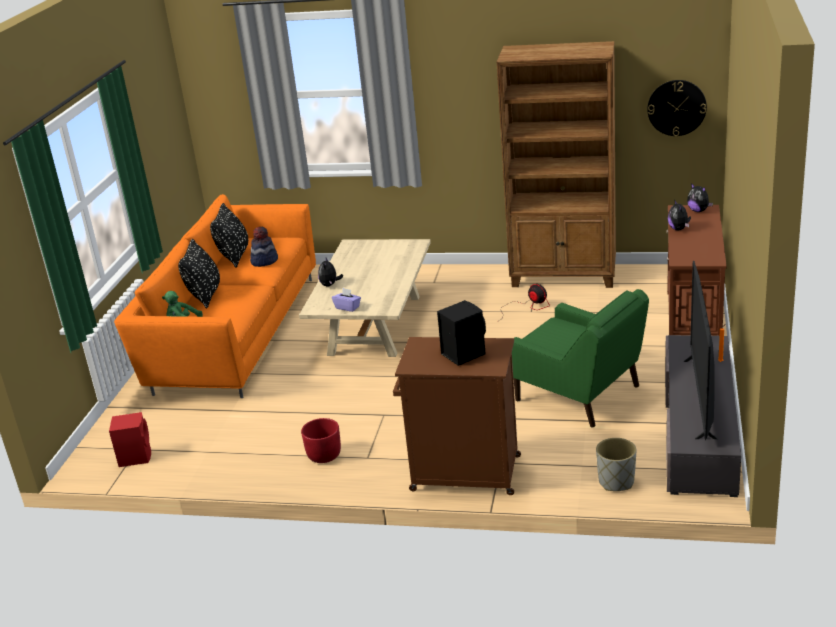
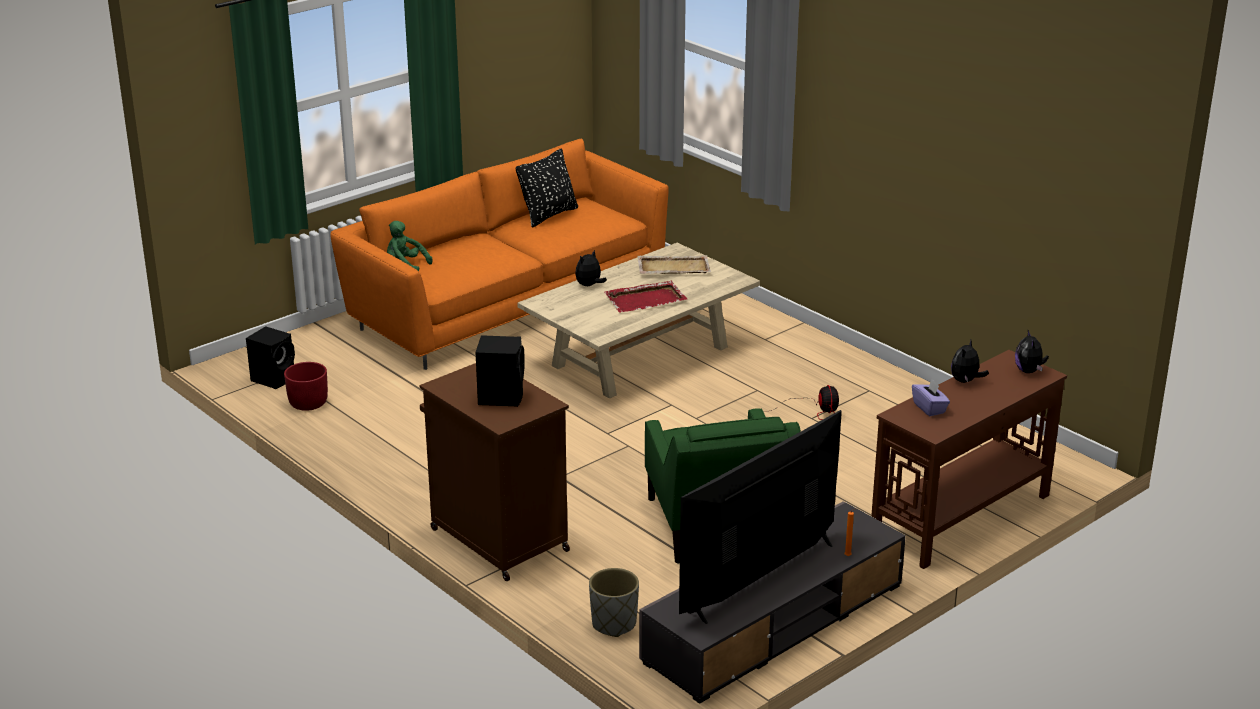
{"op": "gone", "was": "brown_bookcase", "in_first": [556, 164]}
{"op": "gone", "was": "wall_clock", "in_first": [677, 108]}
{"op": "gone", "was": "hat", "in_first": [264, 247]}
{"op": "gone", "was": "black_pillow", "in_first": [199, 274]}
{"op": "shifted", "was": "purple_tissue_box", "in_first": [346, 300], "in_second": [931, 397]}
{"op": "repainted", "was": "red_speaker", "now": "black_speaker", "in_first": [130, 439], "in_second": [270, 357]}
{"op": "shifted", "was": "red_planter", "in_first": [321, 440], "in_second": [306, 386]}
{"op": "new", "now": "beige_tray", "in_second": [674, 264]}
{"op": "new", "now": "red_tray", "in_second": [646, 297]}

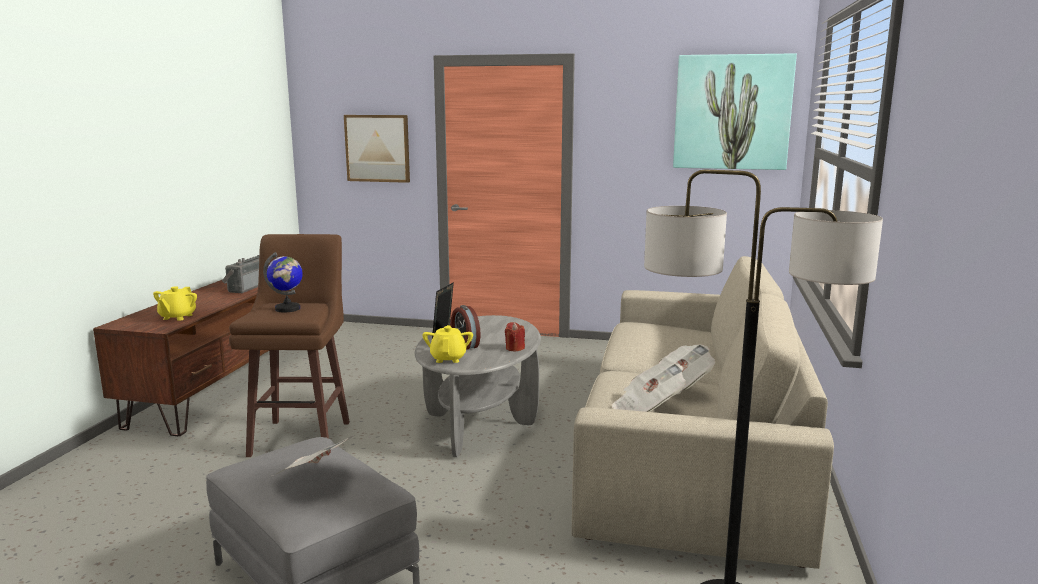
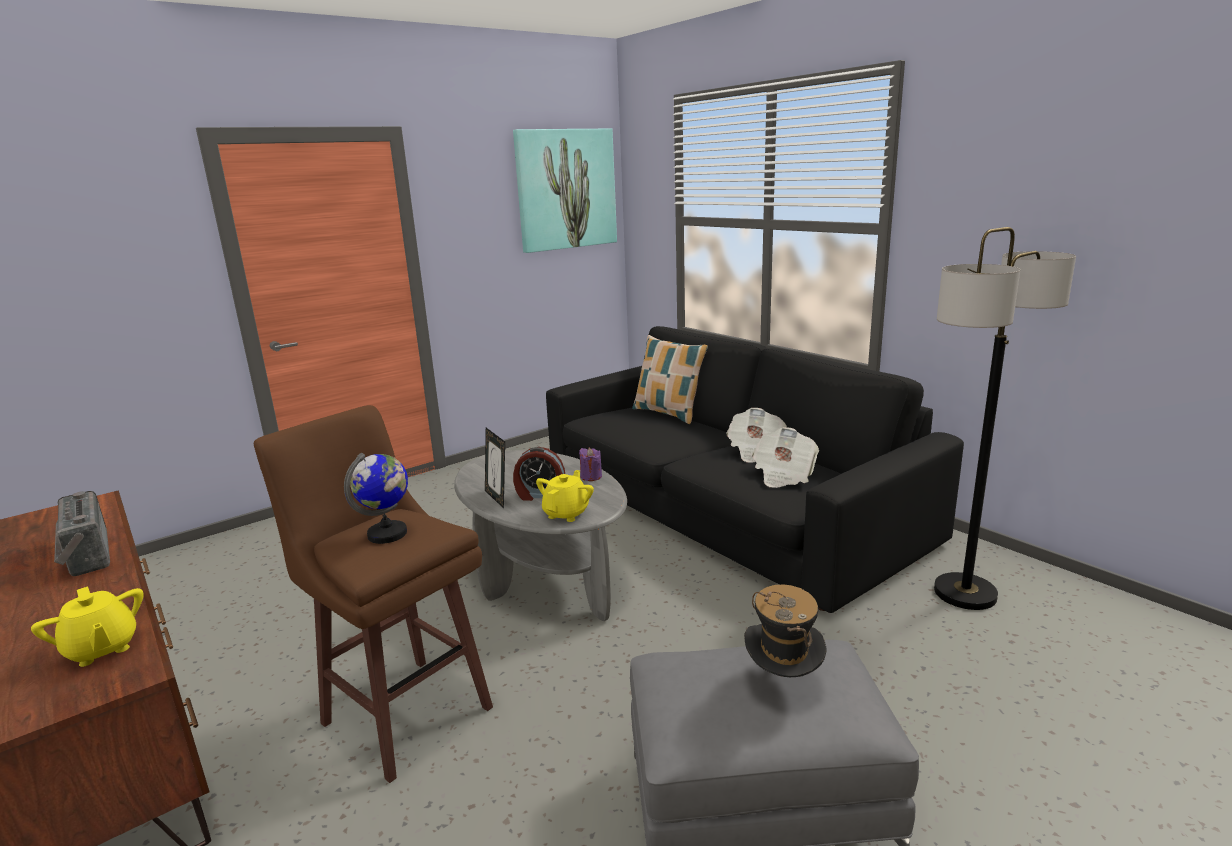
{"op": "gone", "was": "picture", "in_first": [377, 149]}
{"op": "repainted", "was": "beige_sofa", "now": "black_sofa", "in_first": [703, 412], "in_second": [755, 469]}
{"op": "repainted", "was": "red_candle", "now": "purple_candle", "in_first": [515, 336], "in_second": [590, 464]}
{"op": "rotated", "was": "yellow_teapot", "in_first": [447, 344], "in_second": [565, 496], "clockwise": 75}
{"op": "swapped", "was": "newspaper", "now": "hat", "in_first": [313, 455], "in_second": [785, 630]}
{"op": "new", "now": "pillow", "in_second": [670, 379]}

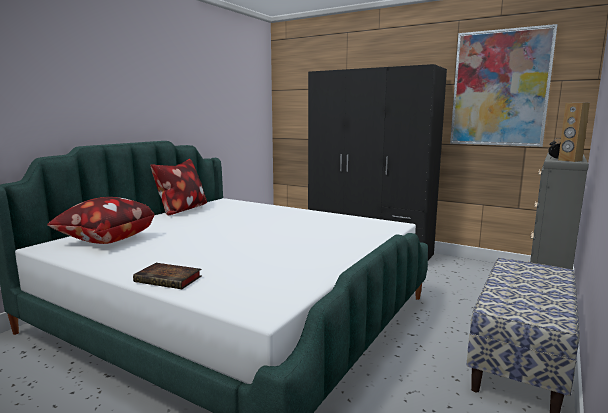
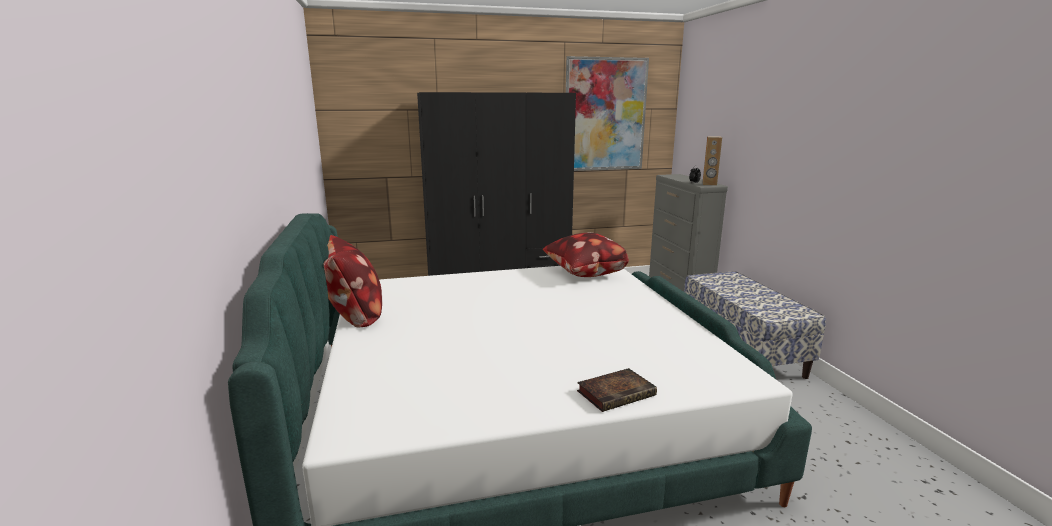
{"op": "shifted", "was": "pillow", "in_first": [101, 220], "in_second": [586, 255]}

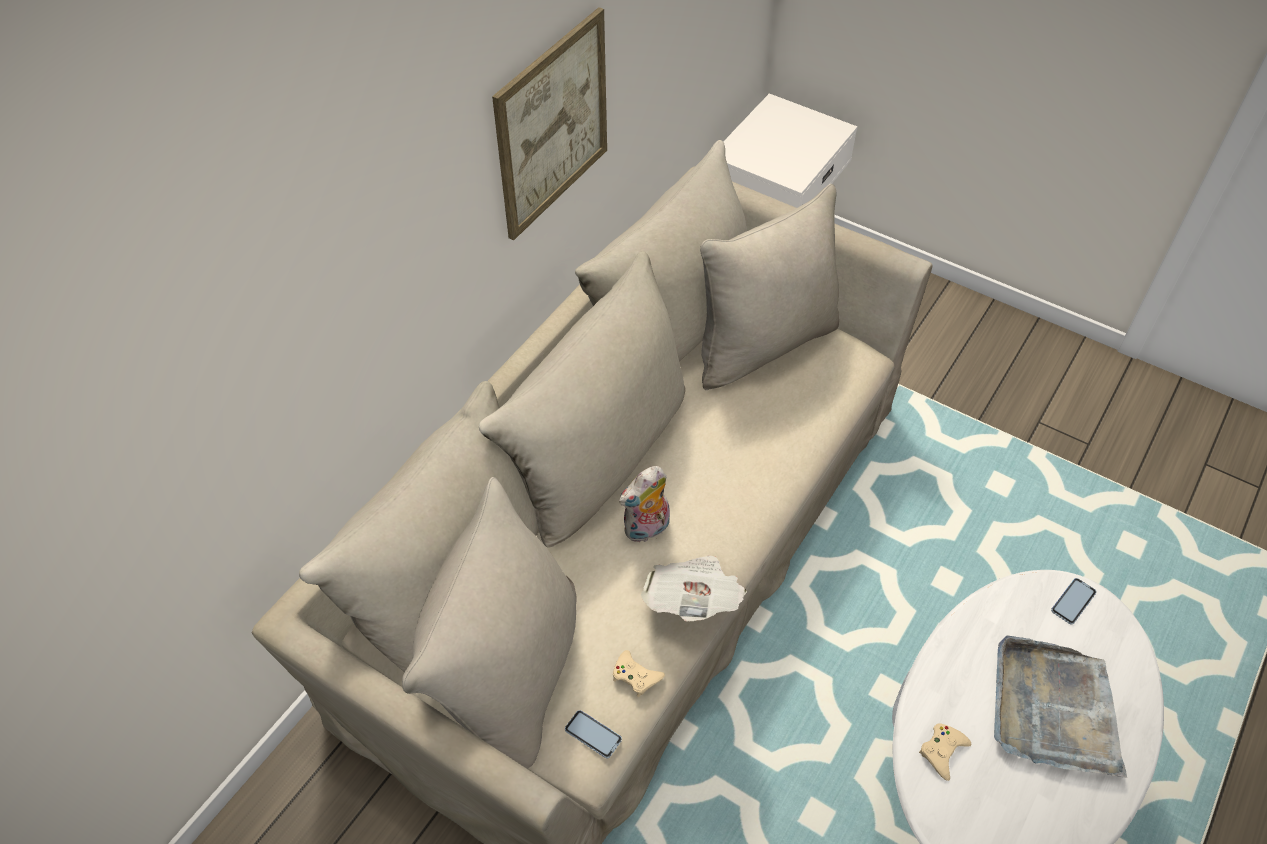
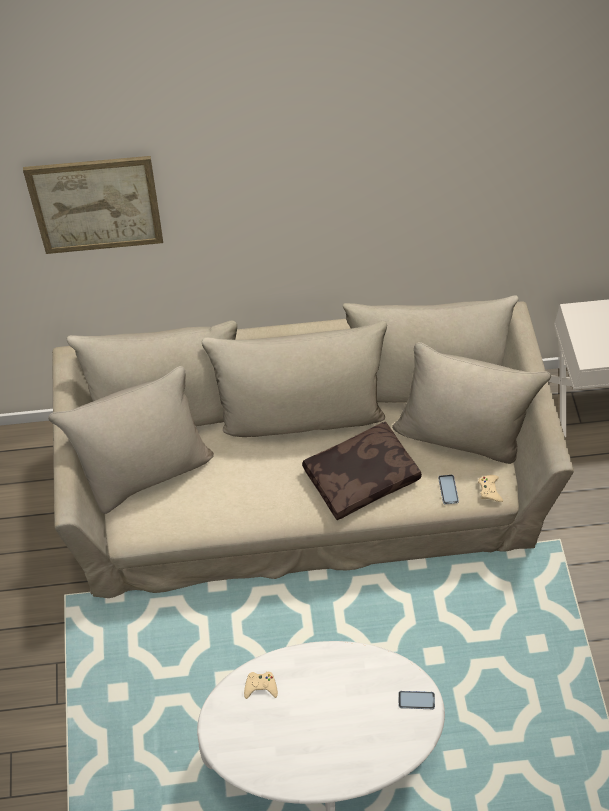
{"op": "shifted", "was": "picture", "in_first": [549, 124], "in_second": [93, 205]}
{"op": "gone", "was": "plush_toy", "in_first": [644, 504]}
{"op": "gone", "was": "newspaper", "in_first": [694, 588]}
{"op": "gone", "was": "grey_tray", "in_first": [1060, 707]}
{"op": "shifted", "was": "beige_game_controller", "in_first": [639, 673], "in_second": [490, 488]}
{"op": "shifted", "was": "phone", "in_first": [593, 734], "in_second": [448, 489]}
{"op": "new", "now": "brown_pillow", "in_second": [362, 471]}

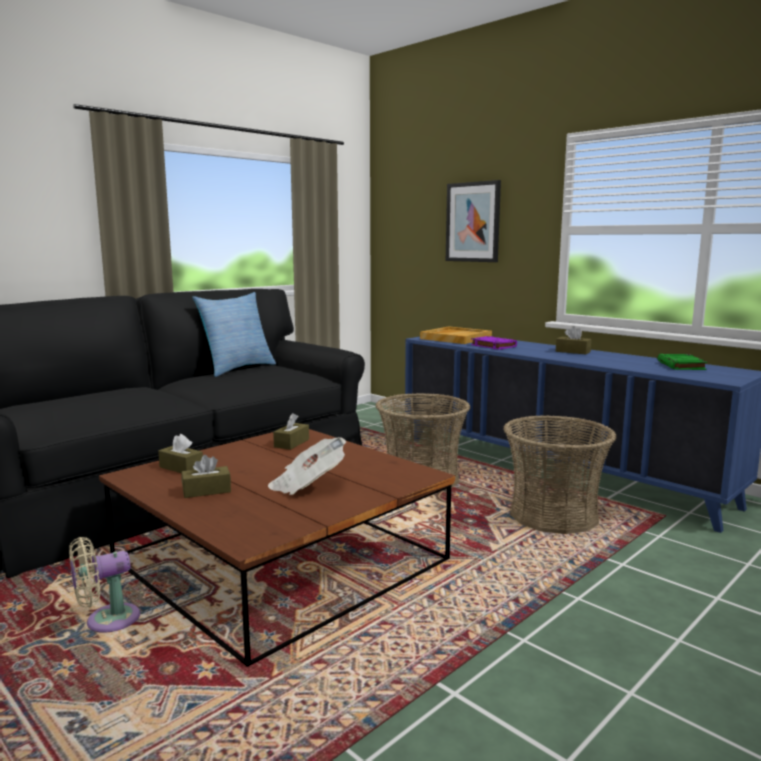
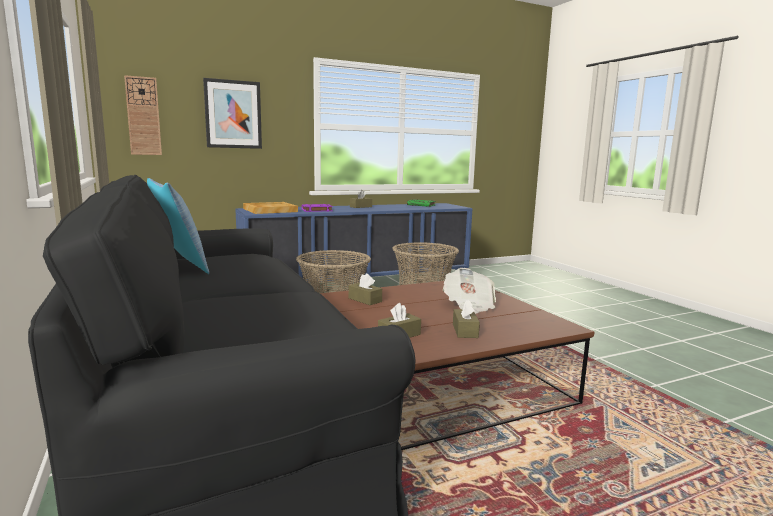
{"op": "gone", "was": "beige_fan", "in_first": [104, 585]}
{"op": "new", "now": "wall_clock", "in_second": [143, 115]}

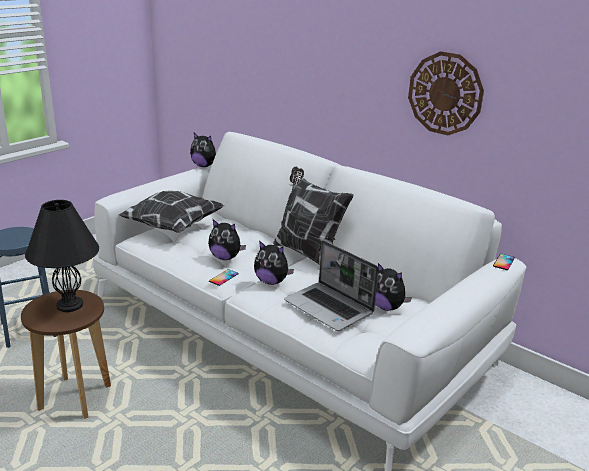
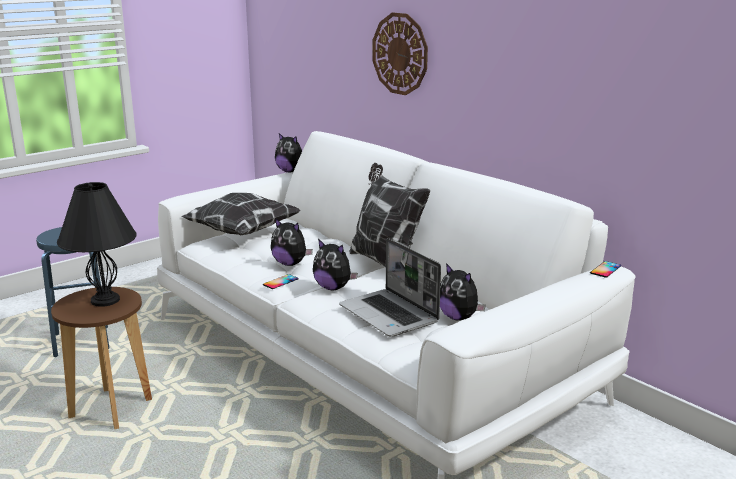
{"op": "shifted", "was": "wall_clock", "in_first": [446, 93], "in_second": [400, 53]}

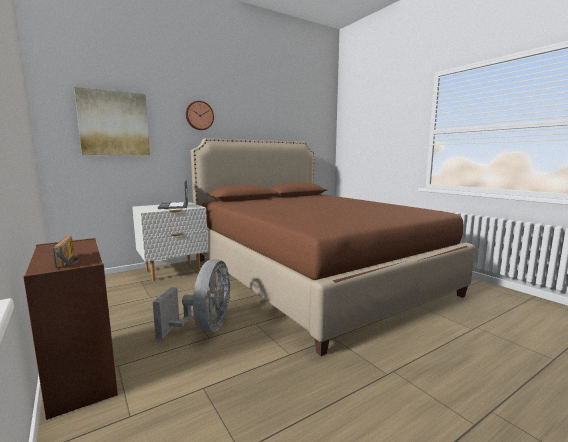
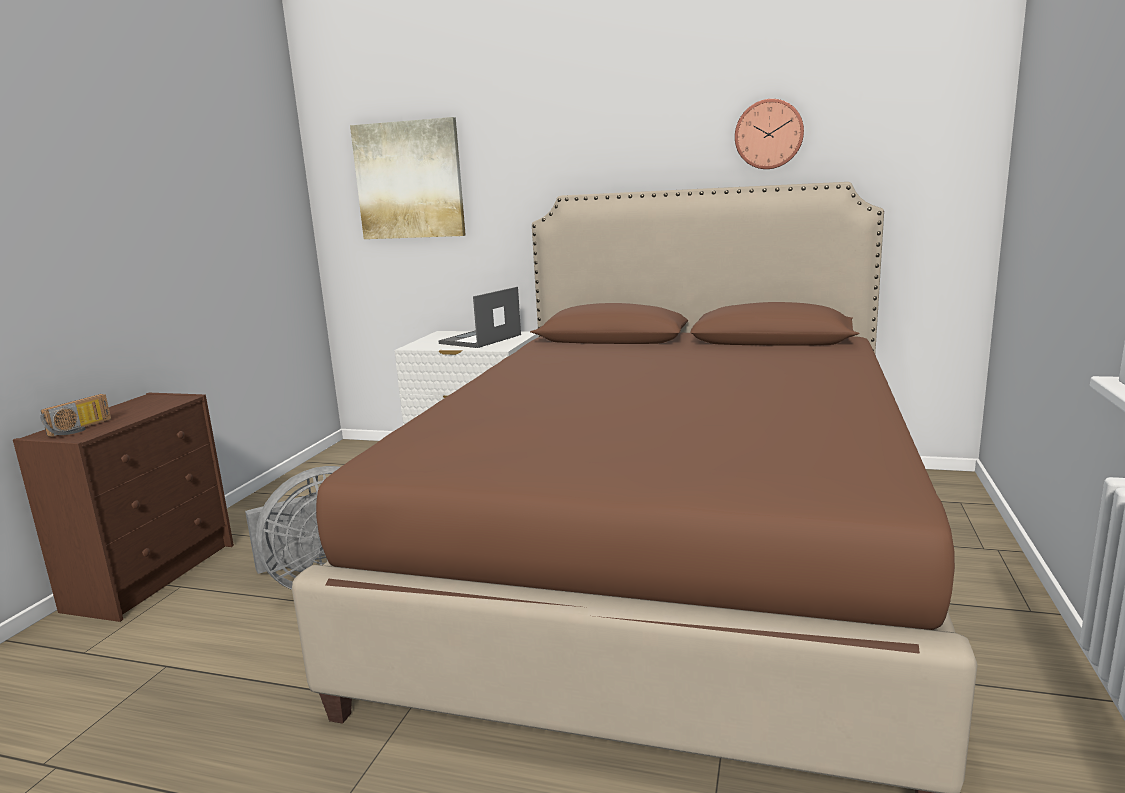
{"op": "shifted", "was": "wall_clock", "in_first": [200, 115], "in_second": [769, 134]}

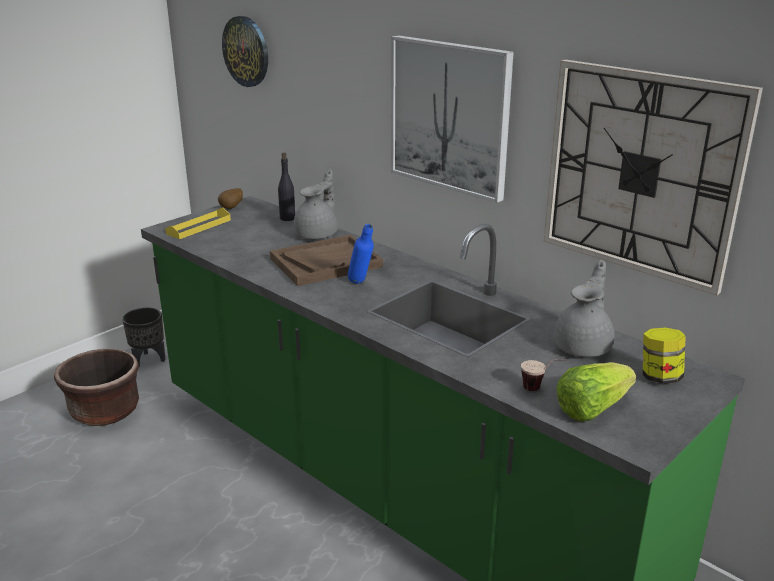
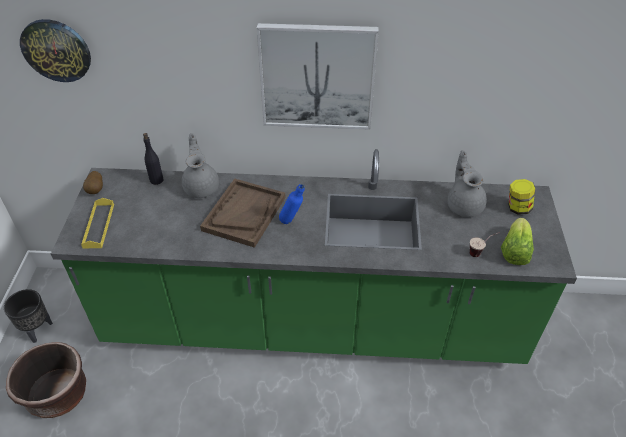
{"op": "gone", "was": "wall_clock", "in_first": [653, 177]}

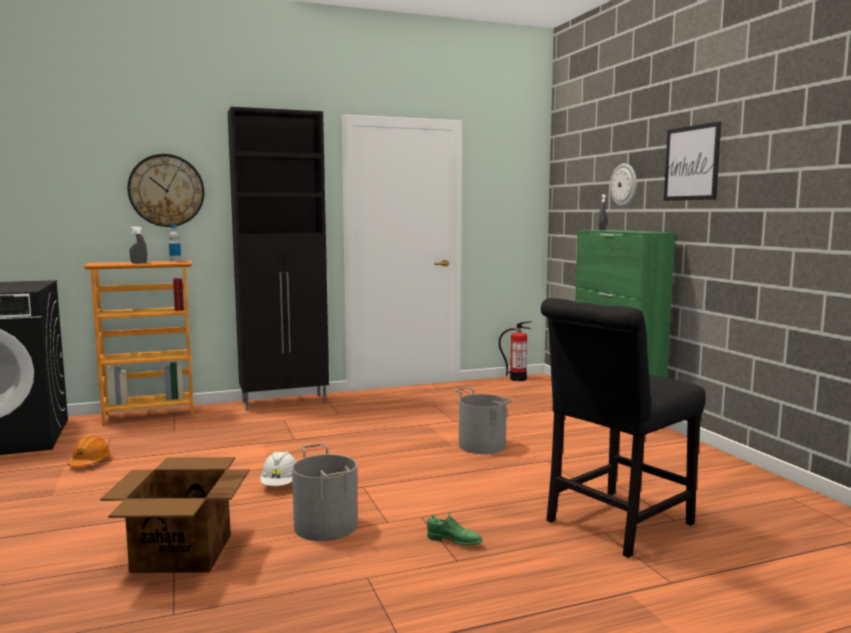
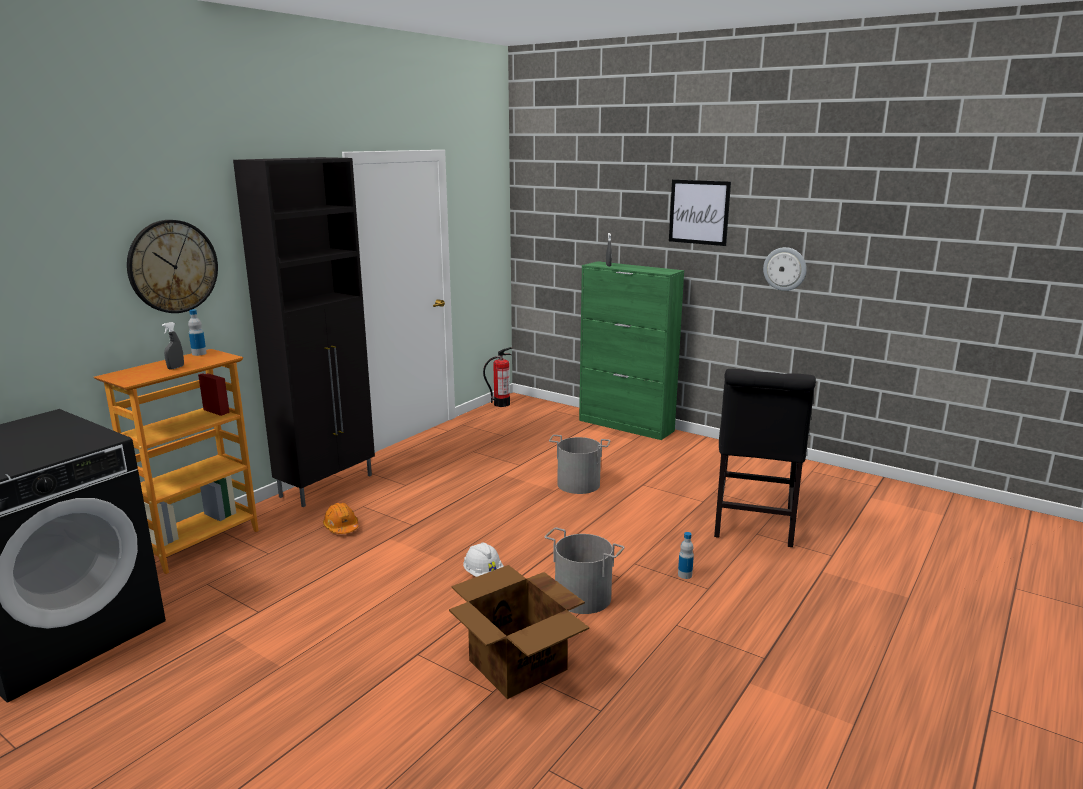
{"op": "shifted", "was": "wall_clock", "in_first": [623, 185], "in_second": [785, 269]}
{"op": "shifted", "was": "orange_hard_hat", "in_first": [89, 451], "in_second": [341, 518]}
{"op": "swapped", "was": "green_shoe", "now": "bottle", "in_first": [455, 529], "in_second": [686, 555]}

